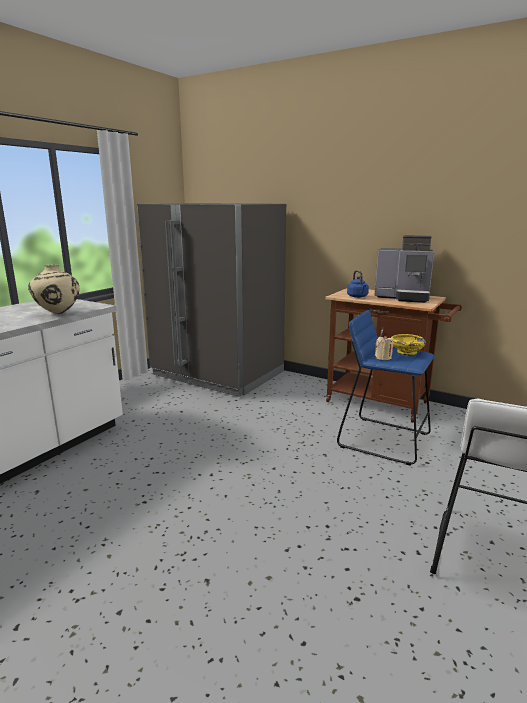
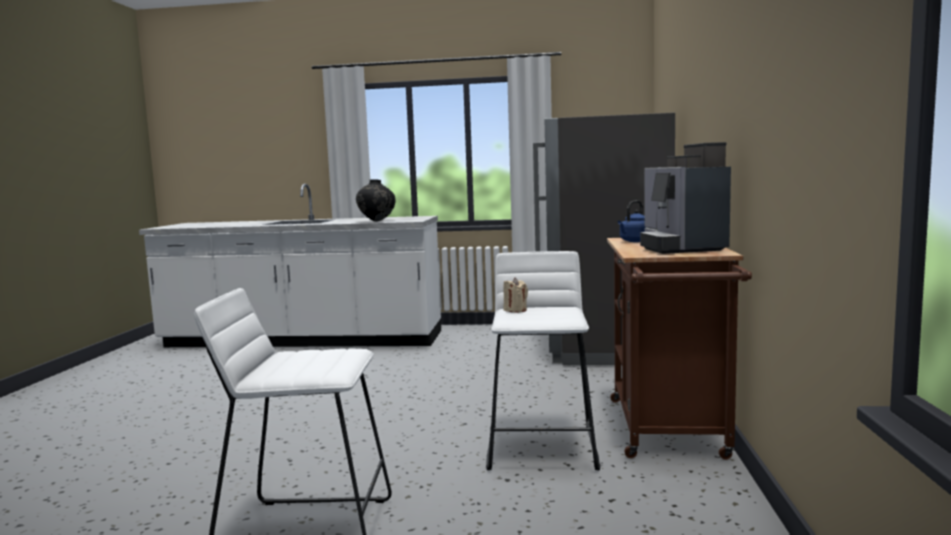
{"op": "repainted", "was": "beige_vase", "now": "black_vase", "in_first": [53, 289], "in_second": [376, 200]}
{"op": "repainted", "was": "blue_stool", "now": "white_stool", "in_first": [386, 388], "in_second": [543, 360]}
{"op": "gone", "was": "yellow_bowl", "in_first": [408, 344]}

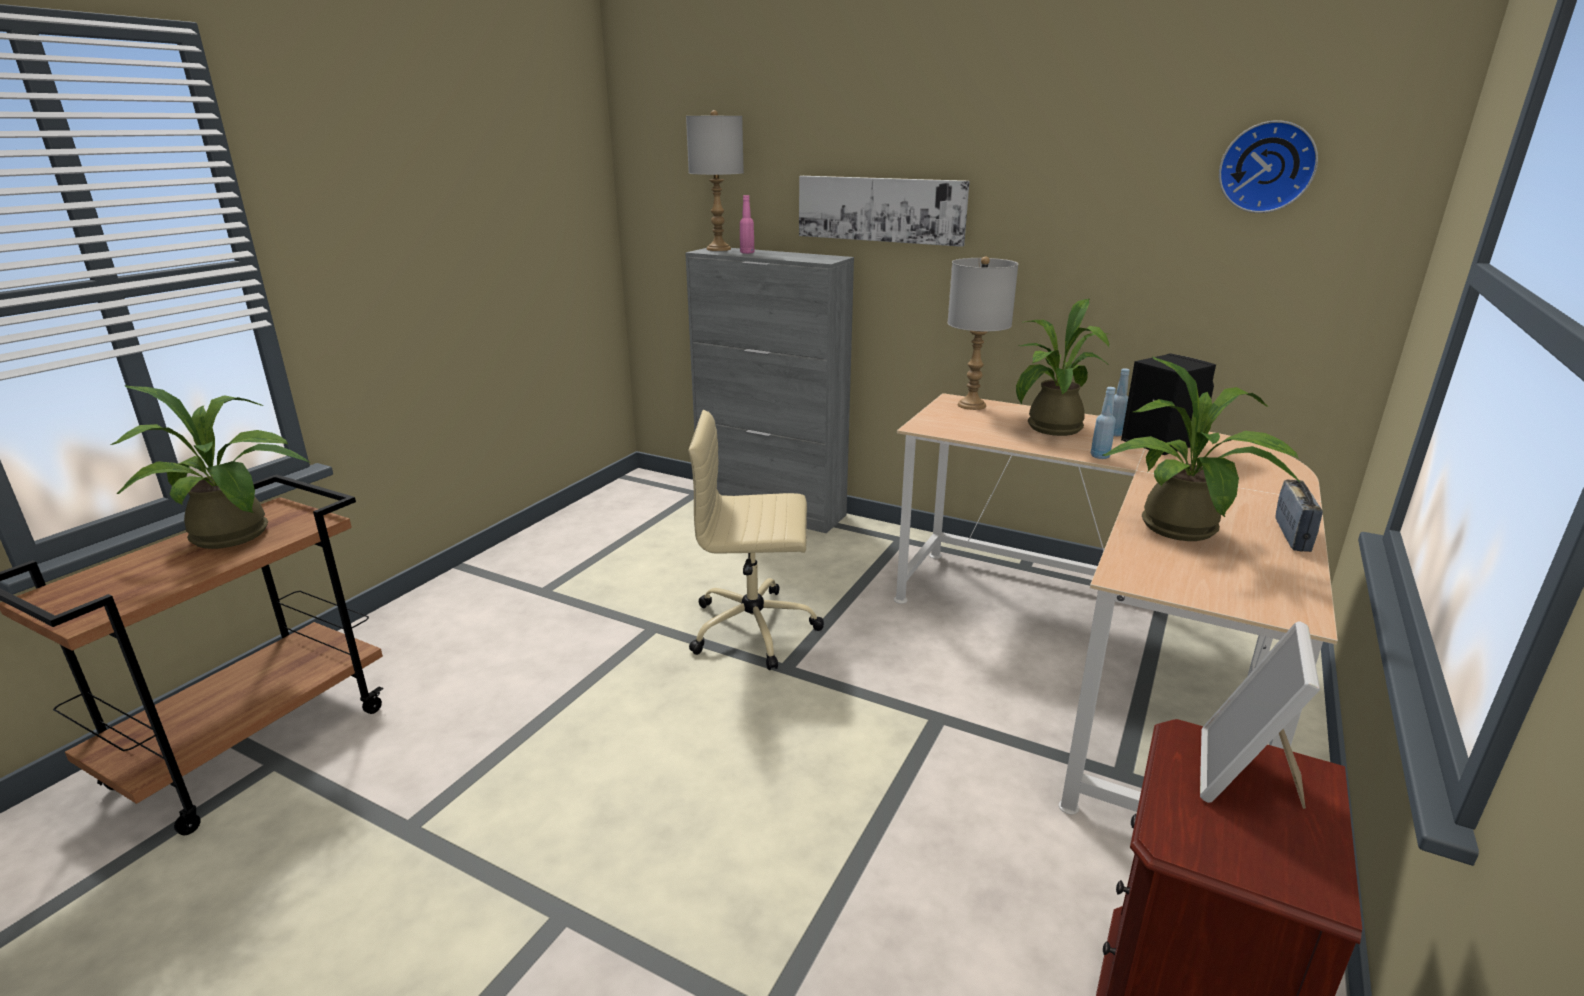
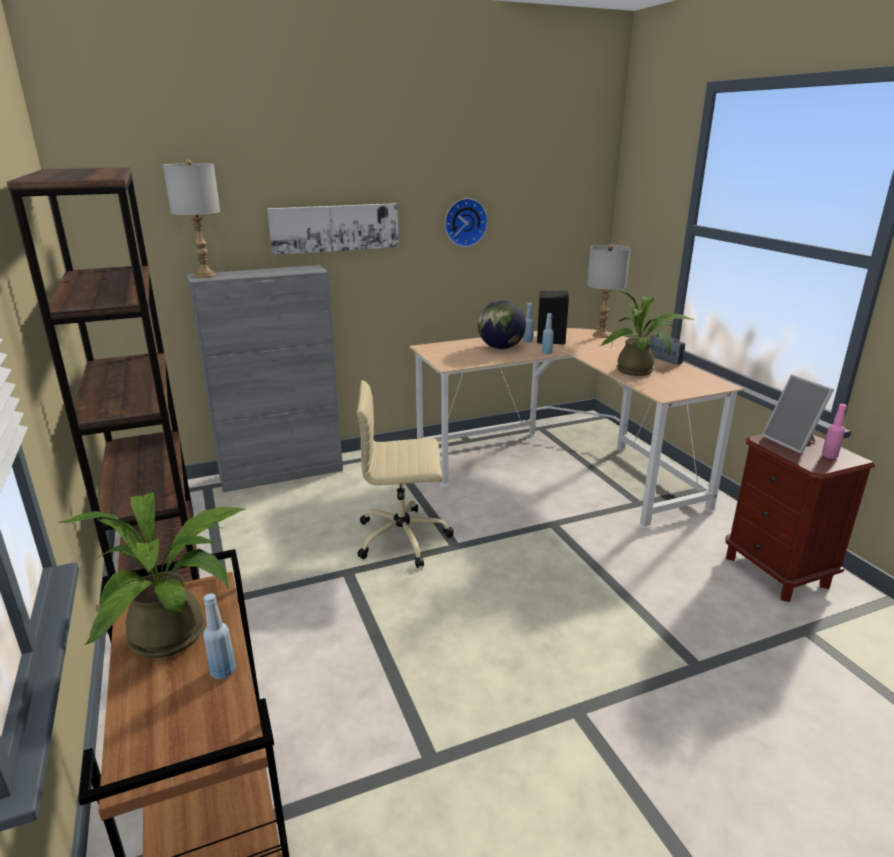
{"op": "shifted", "was": "wall_clock", "in_first": [1268, 166], "in_second": [466, 222]}
{"op": "shifted", "was": "pink_bottle", "in_first": [747, 224], "in_second": [834, 431]}
{"op": "shifted", "was": "grey_table_lamp", "in_first": [982, 333], "in_second": [609, 291]}
{"op": "swapped", "was": "potted_plant", "now": "globe", "in_first": [1062, 367], "in_second": [502, 324]}
{"op": "rotated", "was": "beige_office_chair", "in_first": [756, 540], "in_second": [405, 474], "clockwise": 45}
{"op": "new", "now": "brown_bookcase", "in_second": [103, 376]}
{"op": "new", "now": "blue_bottle", "in_second": [219, 636]}

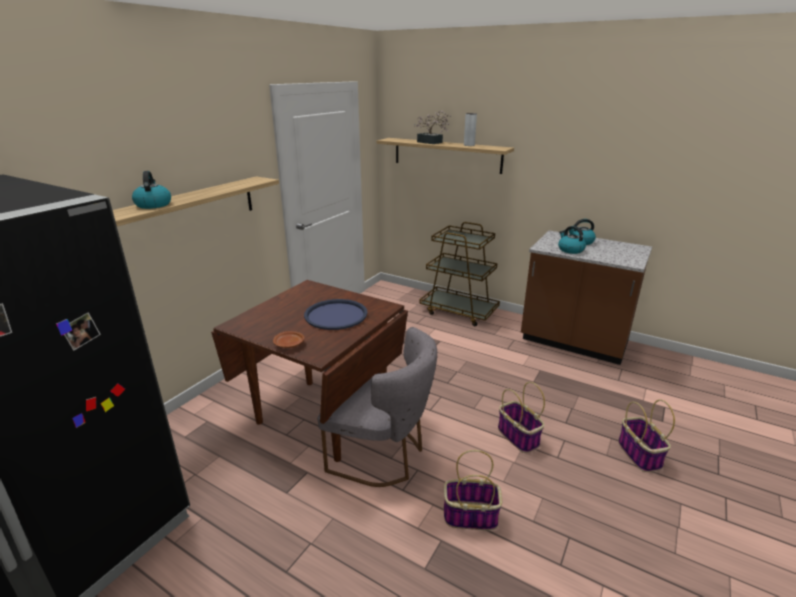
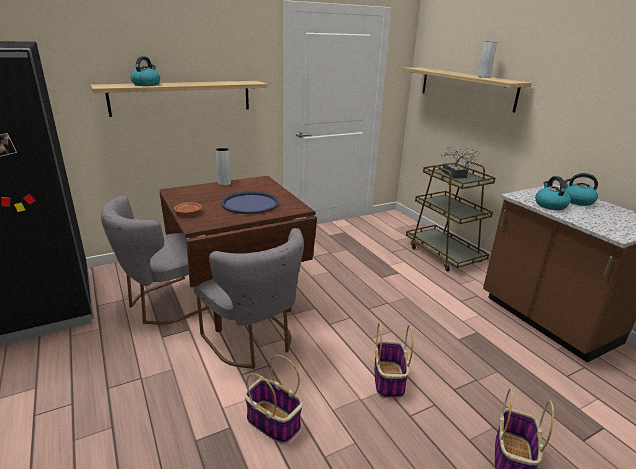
{"op": "shifted", "was": "potted_plant", "in_first": [432, 127], "in_second": [460, 162]}
{"op": "new", "now": "grey_vase", "in_second": [223, 167]}
{"op": "new", "now": "grey_chair", "in_second": [155, 260]}

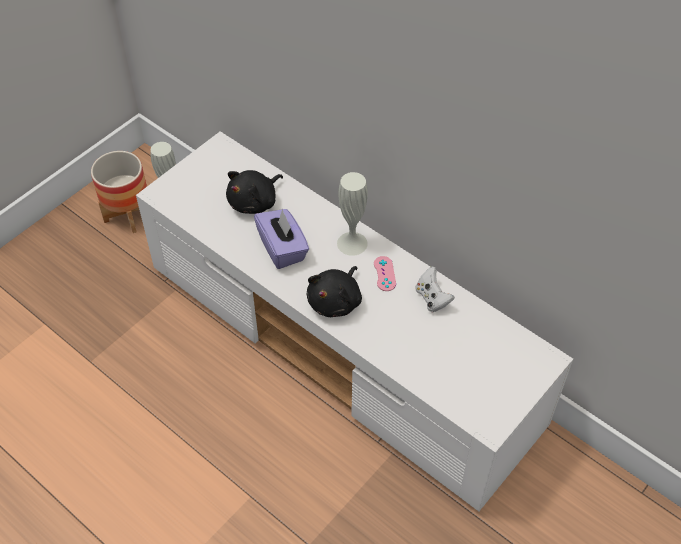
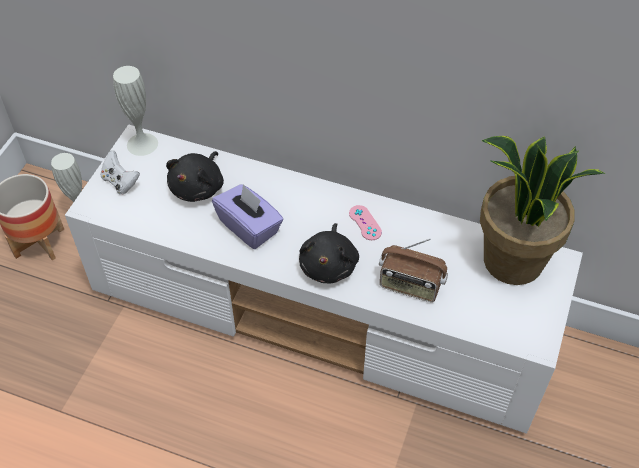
{"op": "shifted", "was": "white_vase", "in_first": [352, 214], "in_second": [135, 111]}
{"op": "shifted", "was": "white_game_controller", "in_first": [434, 289], "in_second": [120, 172]}
{"op": "new", "now": "potted_plant", "in_second": [543, 210]}
{"op": "new", "now": "radio", "in_second": [413, 270]}

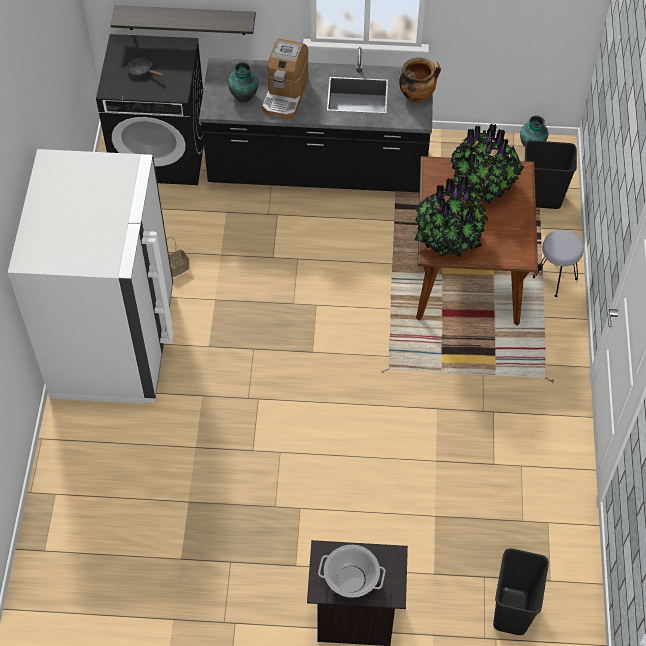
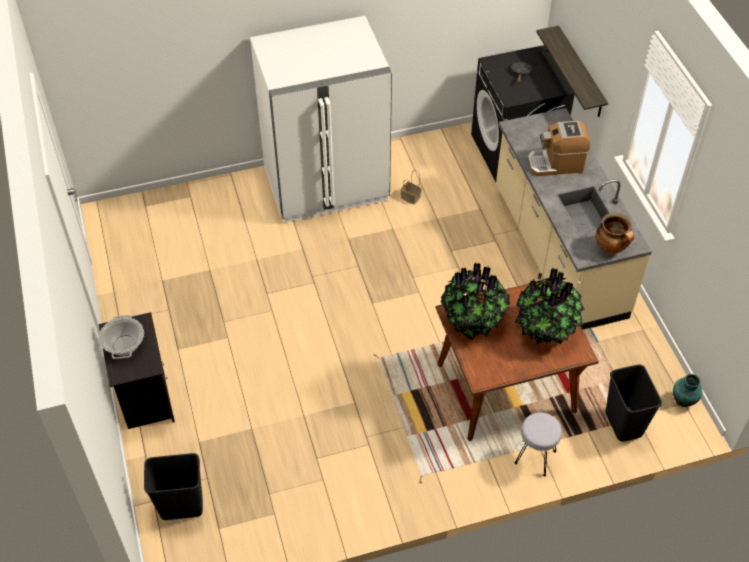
{"op": "repainted", "was": "black_counter", "now": "beige_counter", "in_first": [316, 119], "in_second": [574, 219]}
{"op": "gone", "was": "vase", "in_first": [243, 82]}

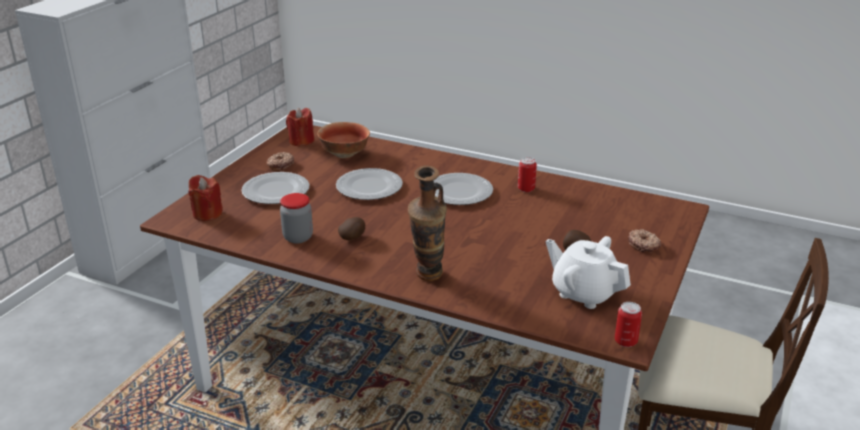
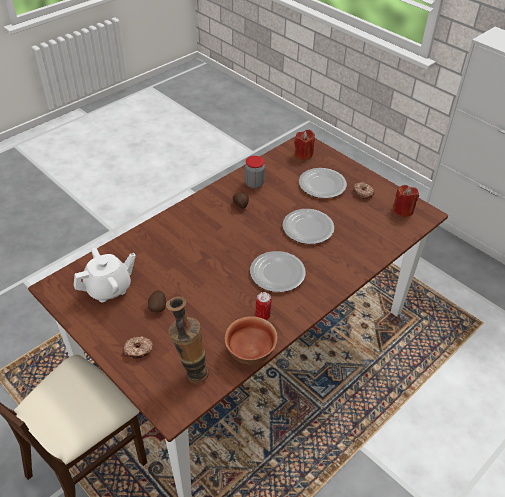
{"op": "shifted", "was": "bowl", "in_first": [343, 140], "in_second": [251, 340]}
{"op": "shifted", "was": "vase", "in_first": [427, 223], "in_second": [187, 340]}
{"op": "gone", "was": "can", "in_first": [628, 324]}

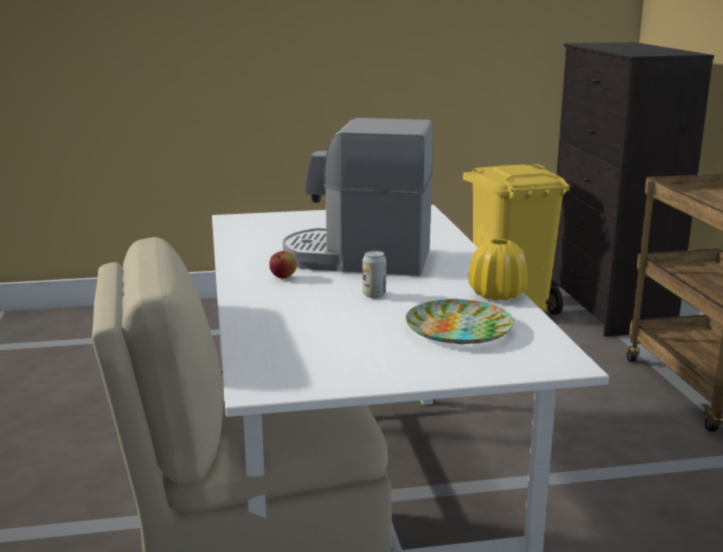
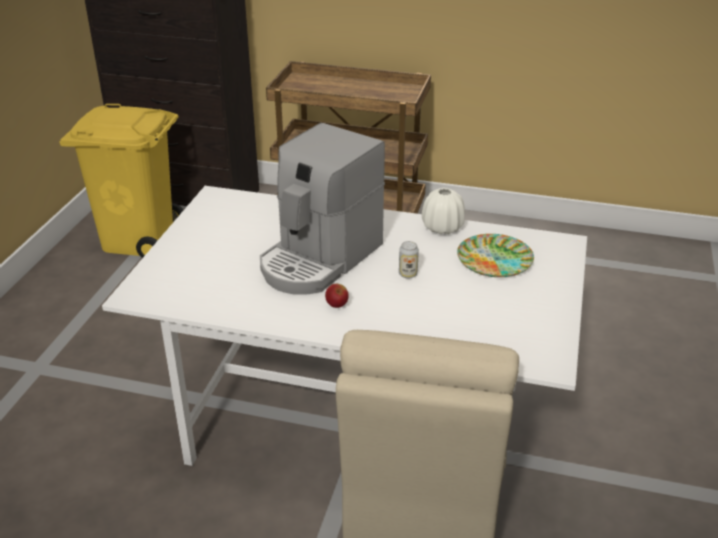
{"op": "repainted", "was": "yellow_vase", "now": "white_vase", "in_first": [498, 269], "in_second": [443, 211]}

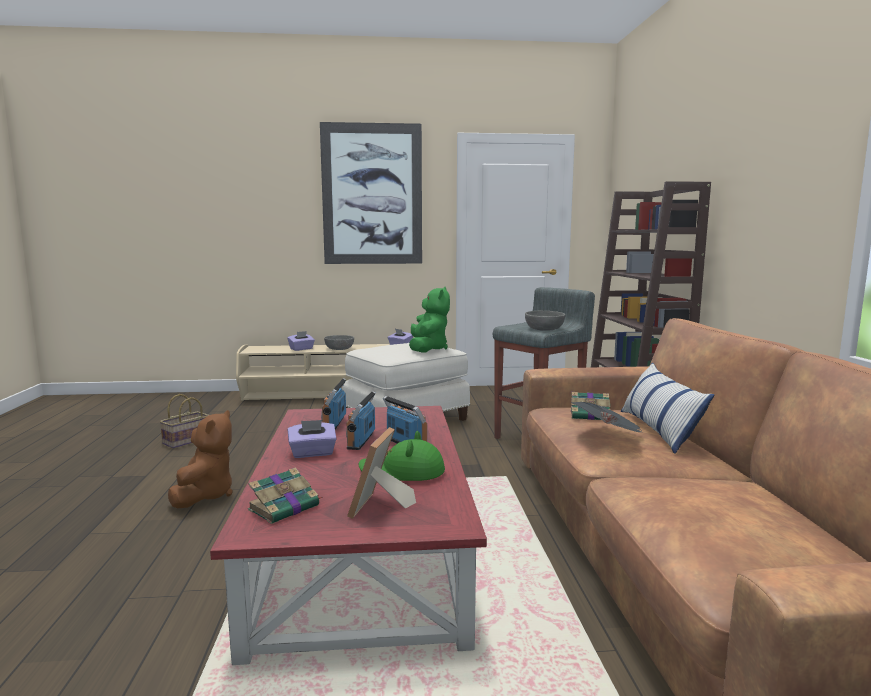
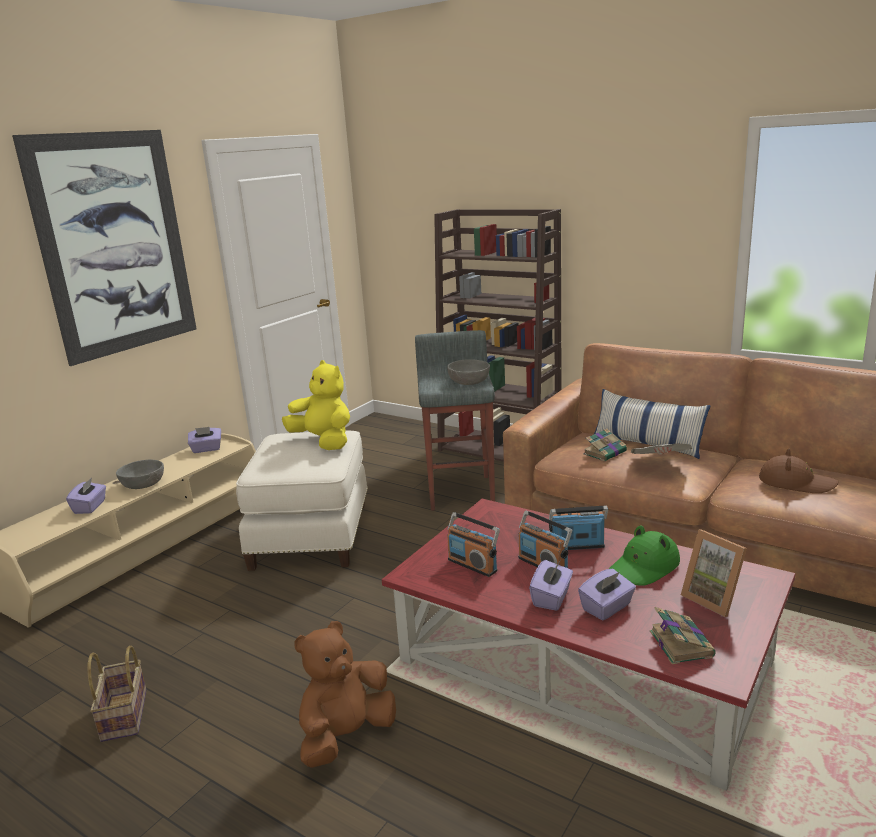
{"op": "repainted", "was": "green_plush_toy", "now": "yellow_plush_toy", "in_first": [429, 320], "in_second": [316, 405]}
{"op": "rotated", "was": "brown_plush_toy", "in_first": [200, 459], "in_second": [345, 694], "clockwise": -90}
{"op": "new", "now": "brown_hat", "in_second": [798, 471]}
{"op": "new", "now": "purple_tissue_box", "in_second": [607, 595]}

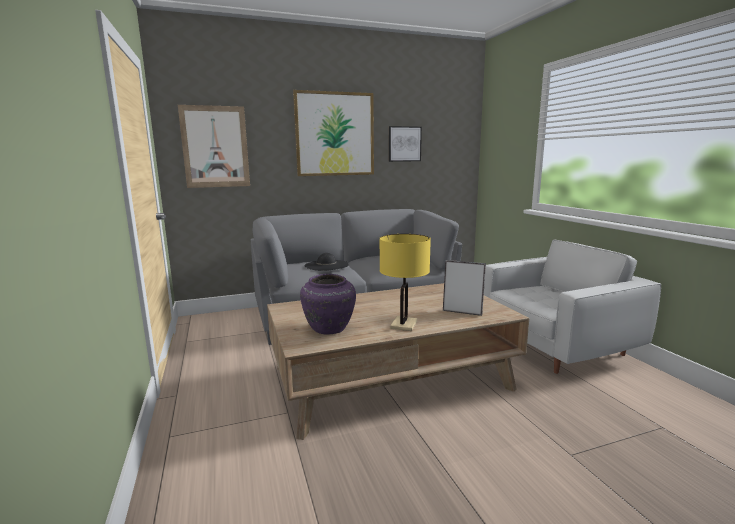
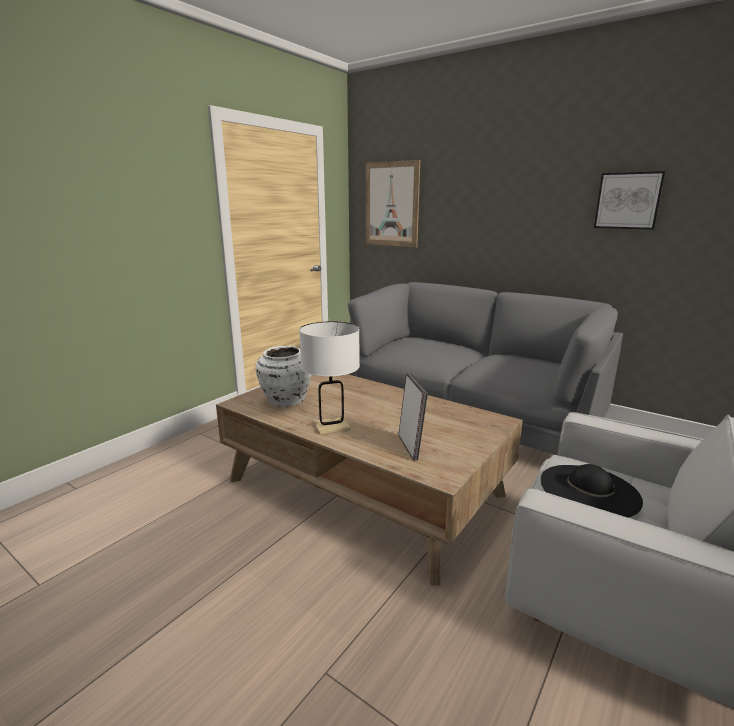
{"op": "gone", "was": "picture", "in_first": [333, 133]}
{"op": "repainted", "was": "yellow_table_lamp", "now": "white_table_lamp", "in_first": [405, 282], "in_second": [329, 378]}
{"op": "shifted", "was": "black_hat", "in_first": [326, 262], "in_second": [592, 491]}
{"op": "repainted", "was": "purple_vase", "now": "white_vase", "in_first": [328, 304], "in_second": [283, 376]}

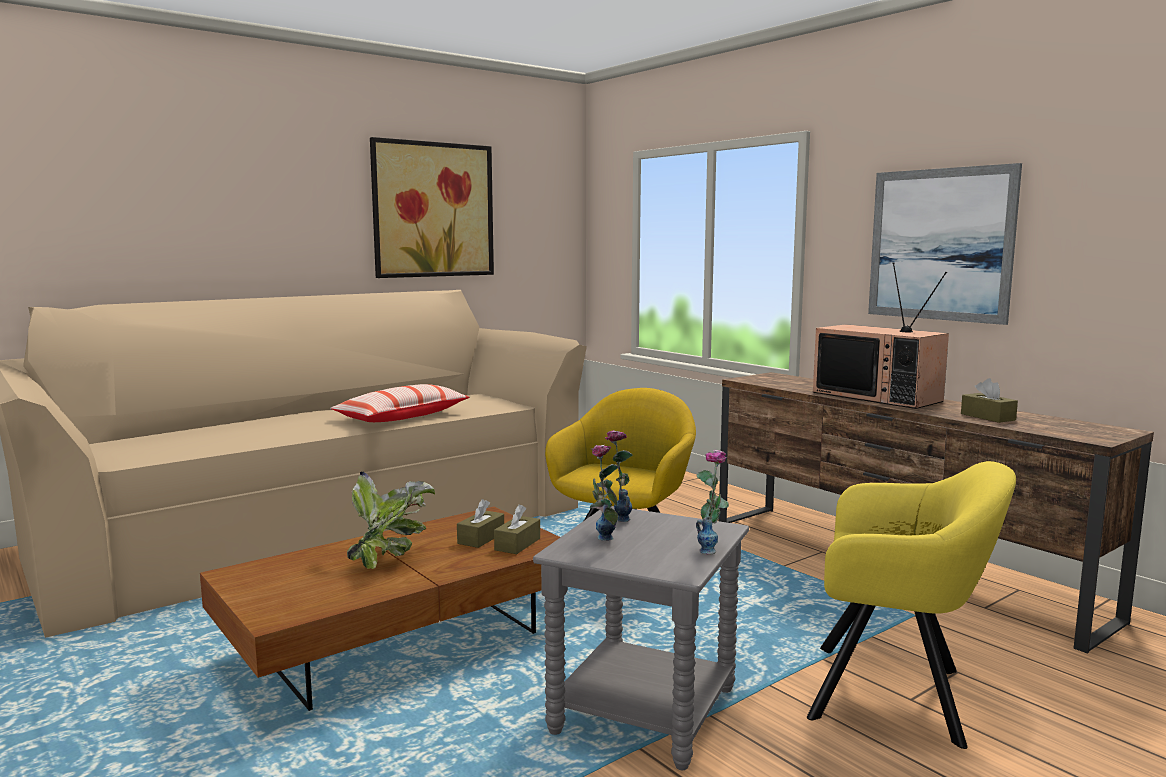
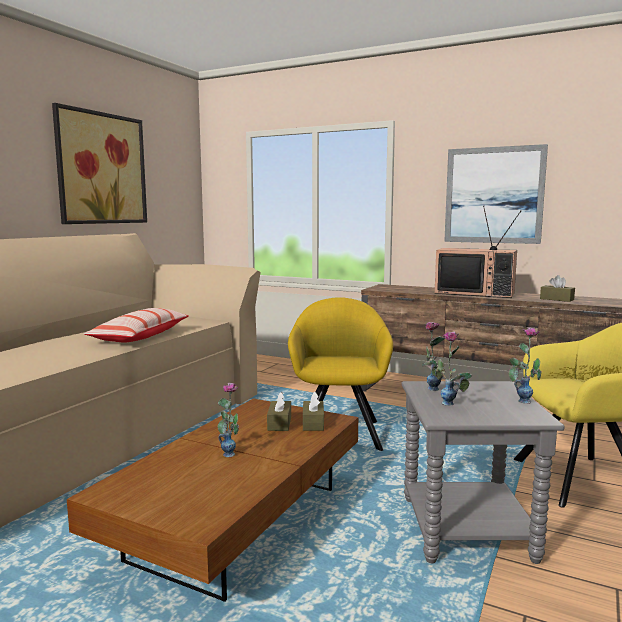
{"op": "swapped", "was": "potted_plant", "now": "vase", "in_first": [391, 520], "in_second": [228, 420]}

